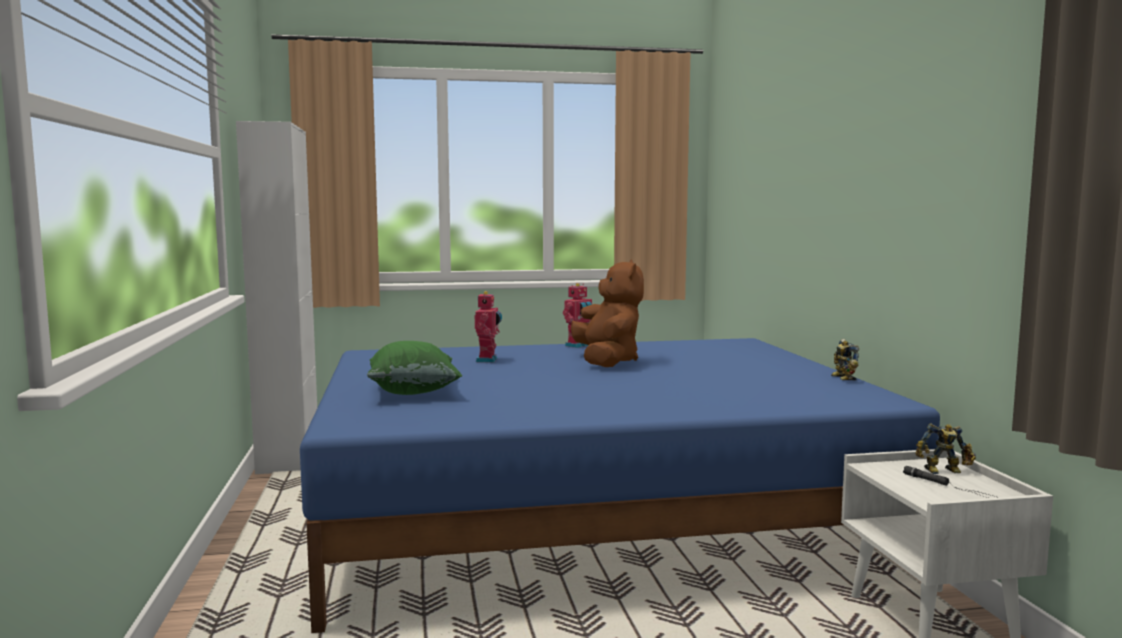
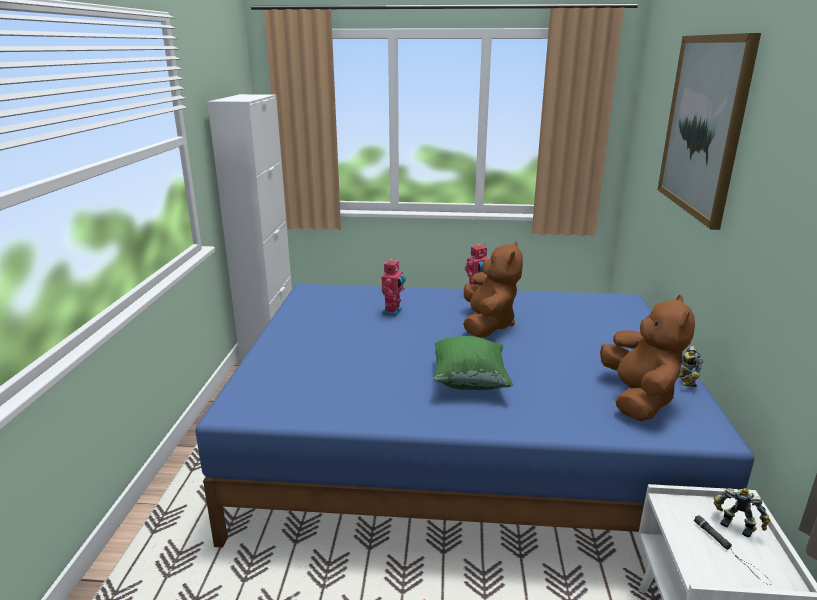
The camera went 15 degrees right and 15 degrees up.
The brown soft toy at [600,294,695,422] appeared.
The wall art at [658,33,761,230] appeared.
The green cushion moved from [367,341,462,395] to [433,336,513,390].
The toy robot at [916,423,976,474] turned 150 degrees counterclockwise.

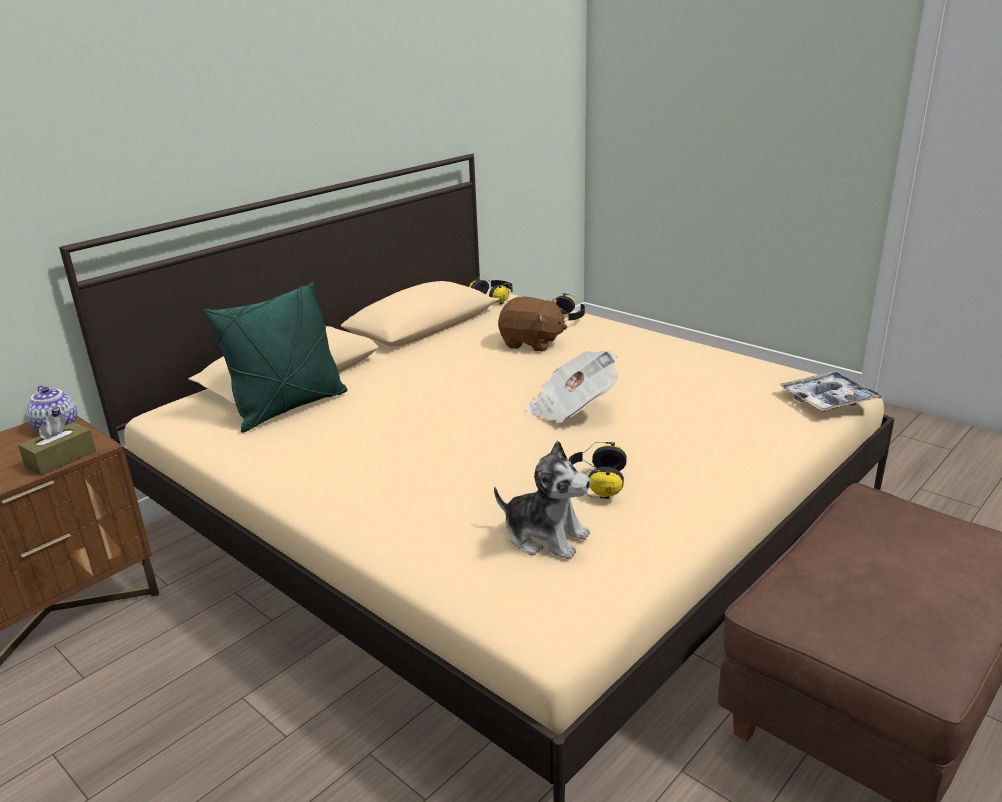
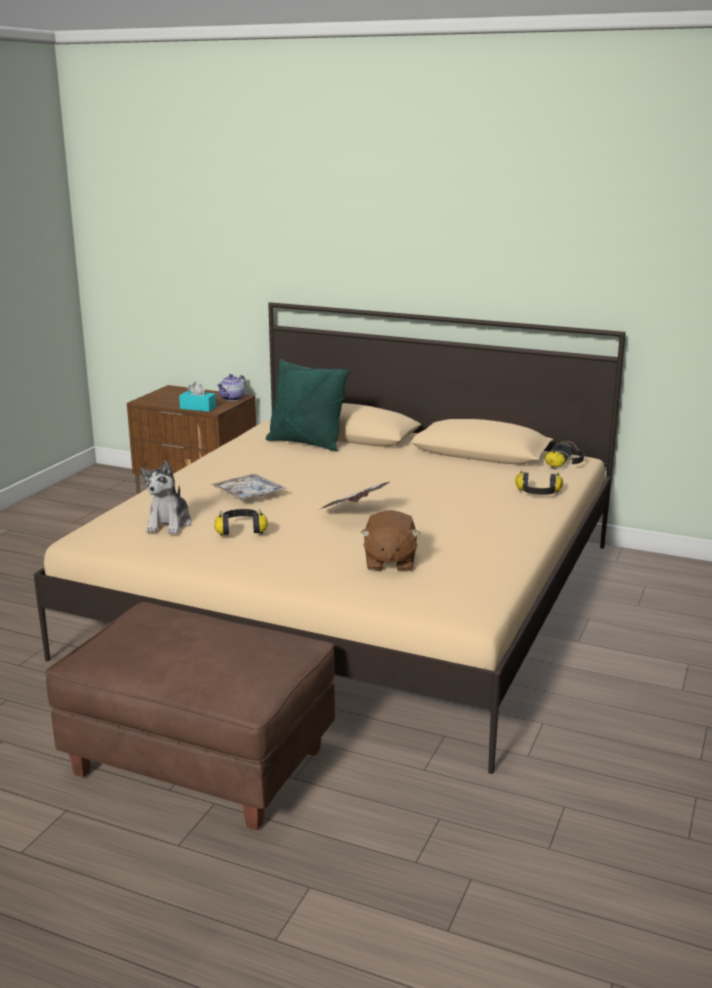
The camera went 70 degrees right and 5 degrees down.
The brown soft toy moved from [498,297,567,352] to [361,510,420,572].
The tray moved from [779,371,884,412] to [211,474,286,501].
The brown tissue holder at [18,415,96,476] became the blue-green tissue holder at [179,381,216,412].

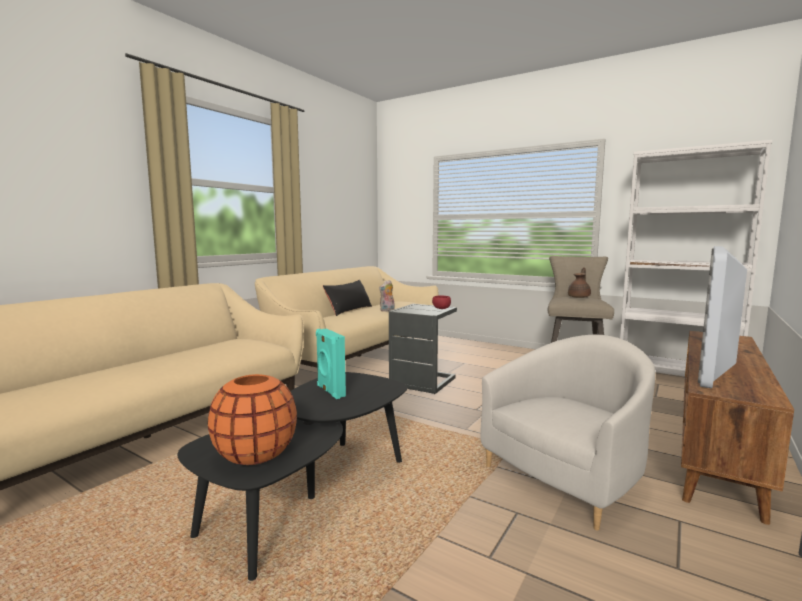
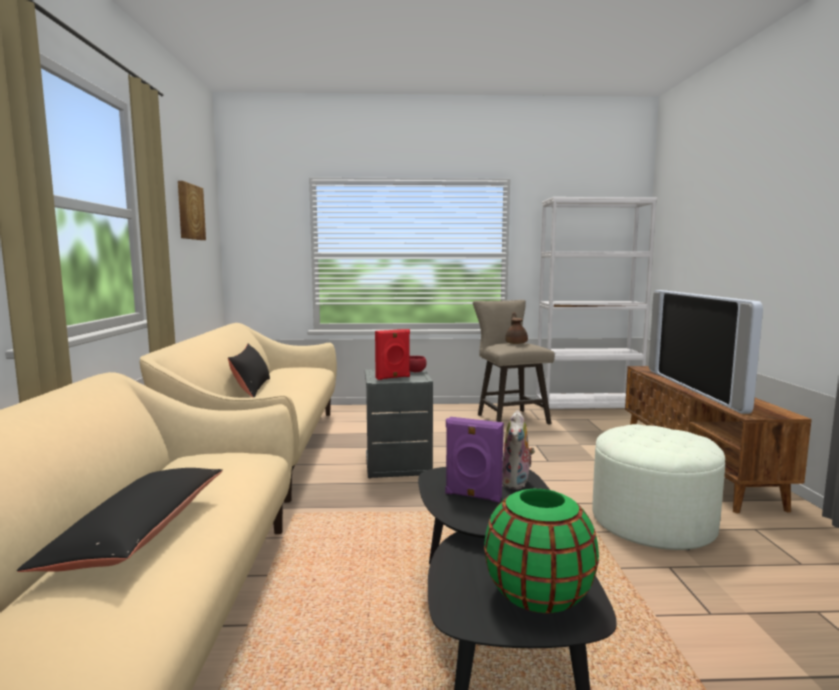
The camera went 35 degrees left and 0 degrees up.
The black cushion at [17,468,223,572] appeared.
The wall art at [178,181,206,240] appeared.
The red-coloured audio speaker at [375,329,410,380] appeared.
The soft toy moved from [379,280,394,312] to [502,410,535,490].
The whitish easy chair at [480,335,655,530] was replaced by the whitish ottoman at [592,424,725,550].
The orangey vase at [208,374,297,465] became the green vase at [484,489,599,613].
The blue-green audio speaker at [316,328,346,399] became the purple-coloured audio speaker at [445,417,504,502].

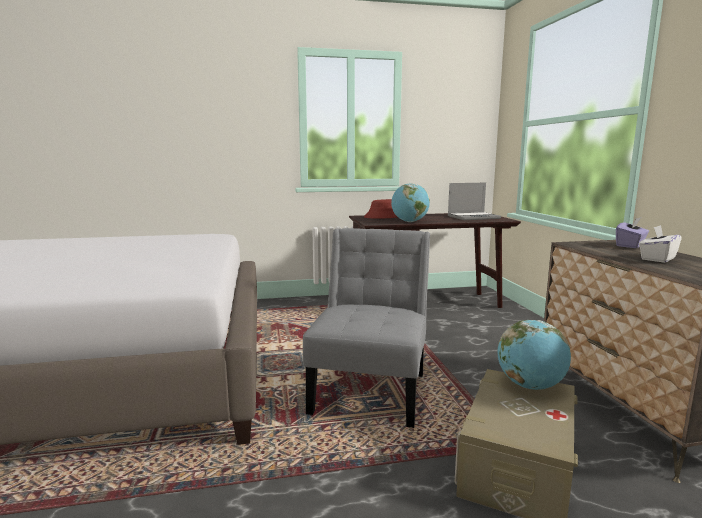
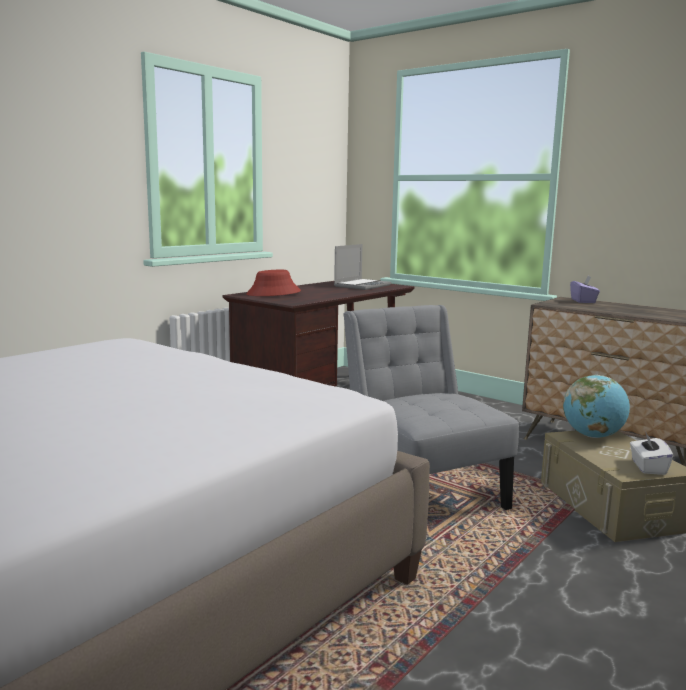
The camera went 40 degrees left and 0 degrees up.
The desk globe at [391,183,430,222] disappeared.
The whitish tissue holder moved from [639,225,682,263] to [630,431,673,475].

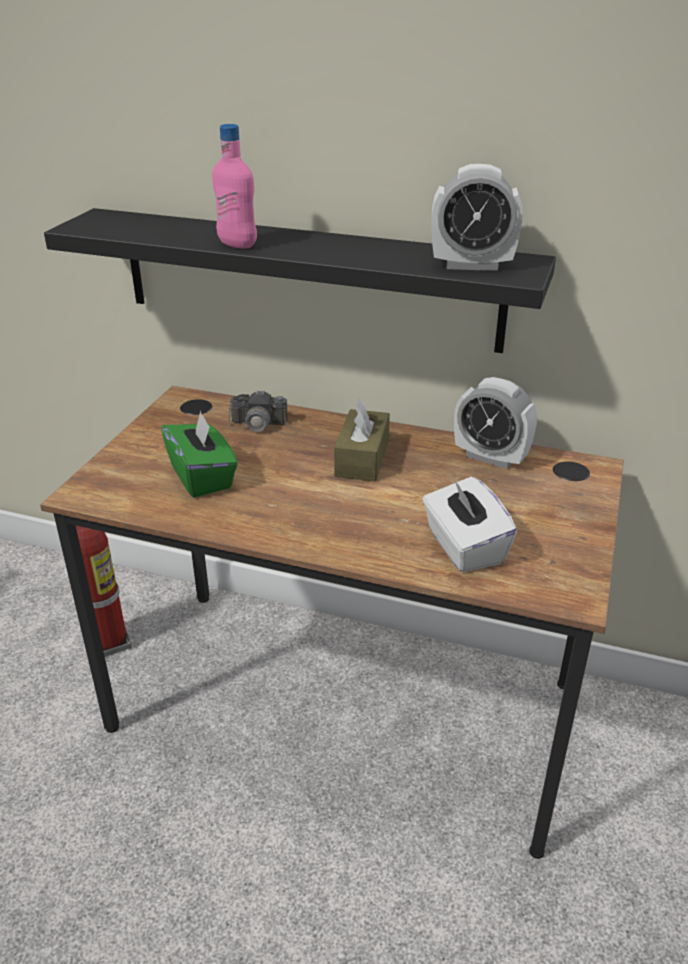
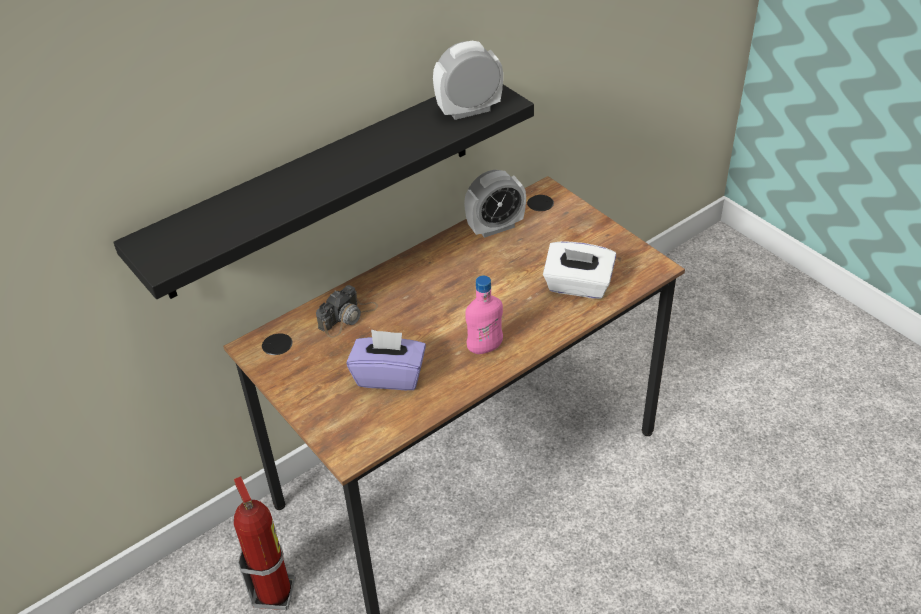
The camera went 55 degrees left and 10 degrees up.
The brown tissue holder at [334,398,390,481] disappeared.
The pinkish bottle moved from [212,124,257,249] to [465,276,503,354].
The green tissue holder at [161,411,238,498] became the purple-coloured tissue holder at [347,329,426,390].
The alarm clock at [431,164,522,271] turned 150 degrees counterclockwise.

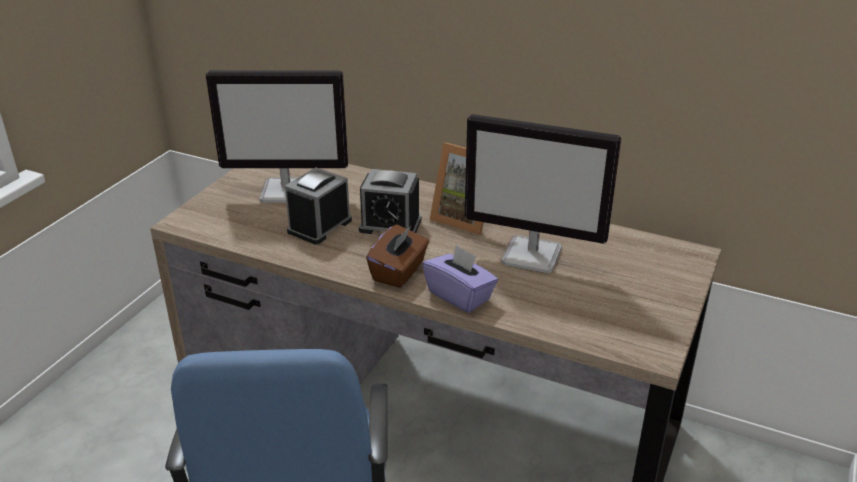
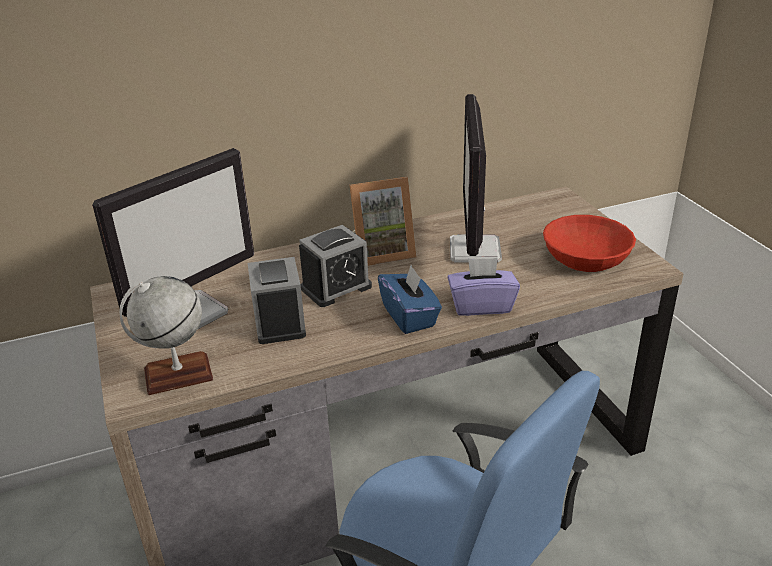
The camera went 45 degrees left and 0 degrees up.
The desk globe at [119,276,213,395] appeared.
The red-coloured bowl at [543,215,636,272] appeared.
The brown tissue holder at [366,224,429,288] became the bluish tissue holder at [378,265,442,334].
The computer screen at [465,114,621,273] turned 120 degrees clockwise.

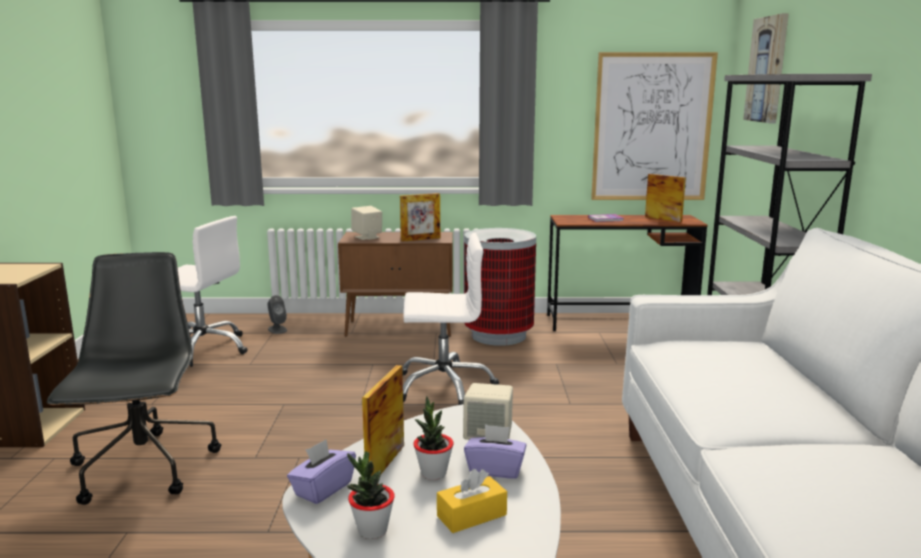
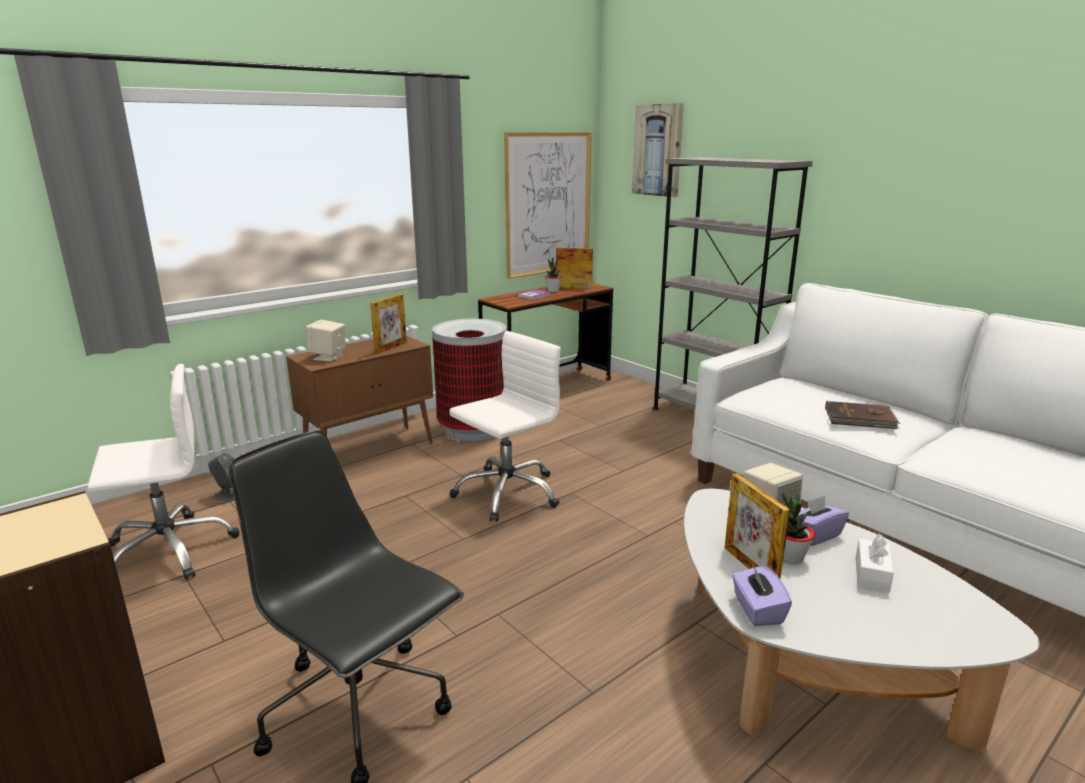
The camera went 40 degrees left and 5 degrees up.
The brown volume at [825,401,901,429] appeared.
The houseplant moved from [347,451,395,539] to [545,258,562,292].
The yellowish tissue holder at [437,469,507,533] became the whitish tissue holder at [856,534,894,593].

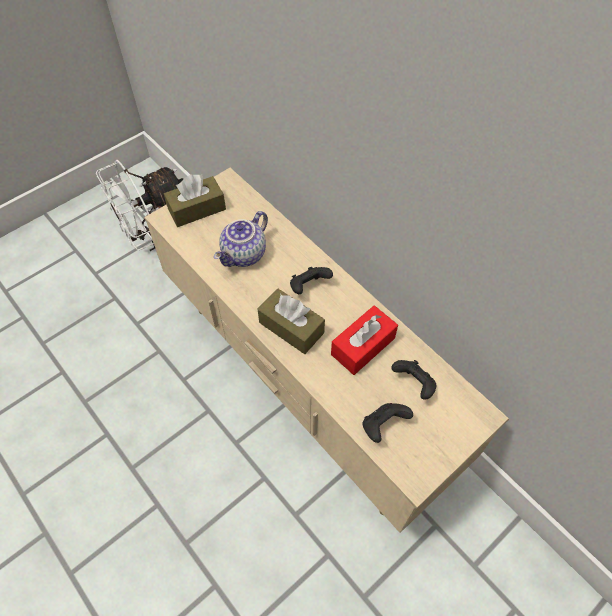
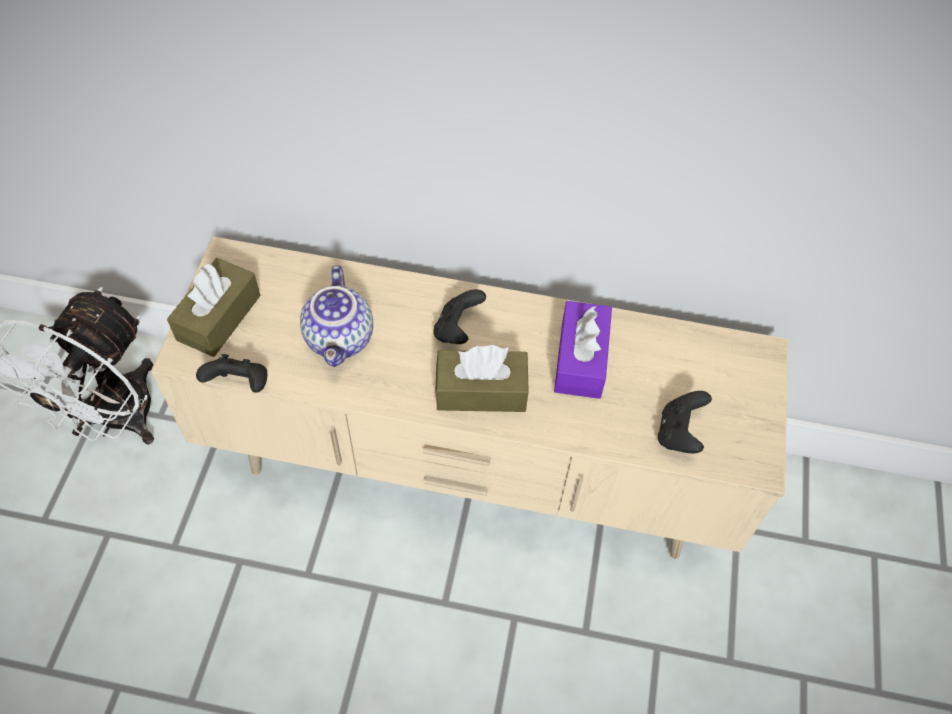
The camera went 40 degrees left and 0 degrees up.
The black gamepad moved from [391,360,436,400] to [196,354,267,393].
The red-coloured tissue holder at [331,306,398,375] became the purple-coloured tissue holder at [554,301,612,399].

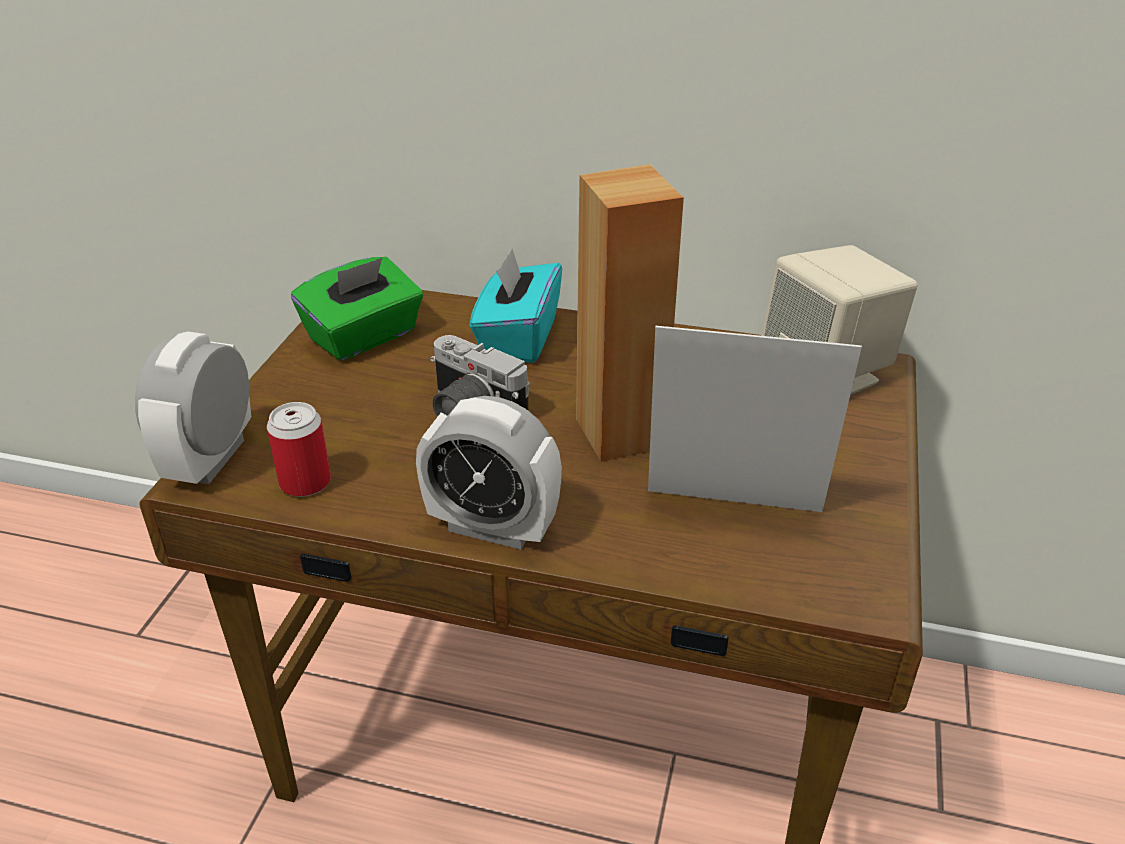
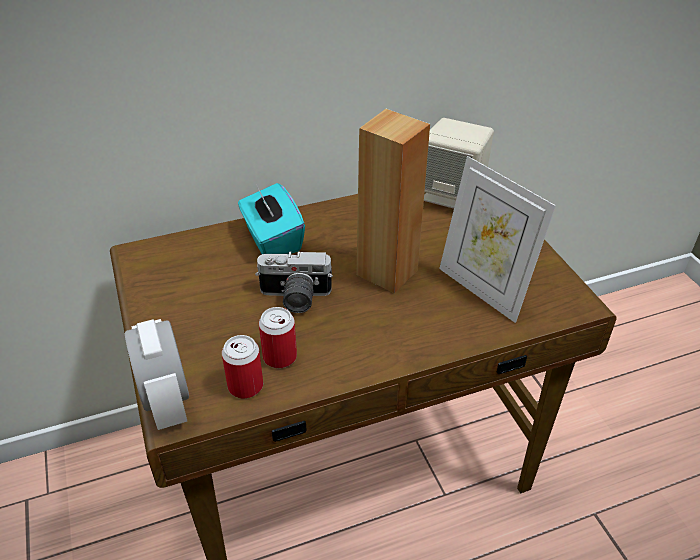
The camera went 35 degrees left and 5 degrees up.
The green tissue holder at [291,257,423,361] disappeared.
The alarm clock at [416,396,562,549] disappeared.
The can at [259,307,297,368] appeared.
The picture frame at [648,326,862,512] turned 105 degrees counterclockwise.

